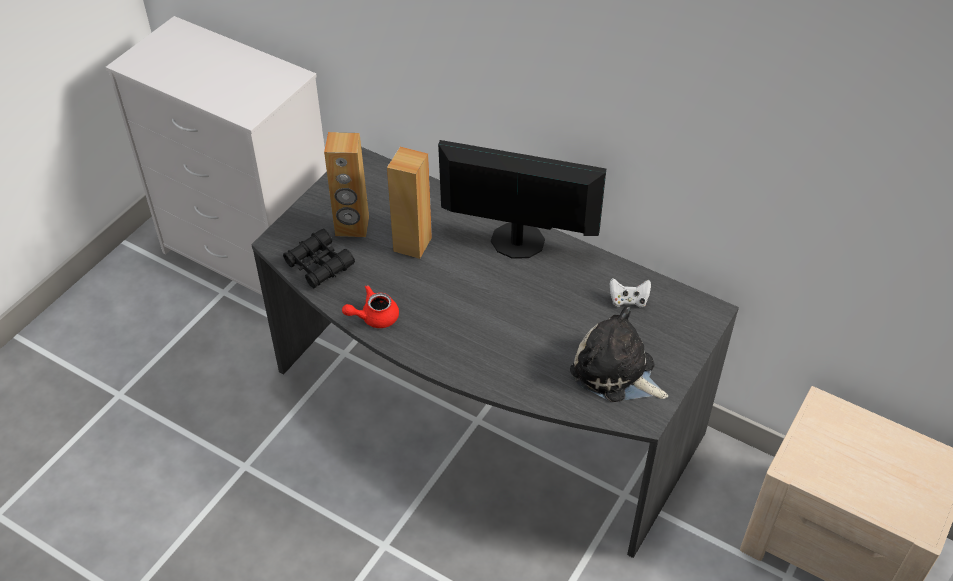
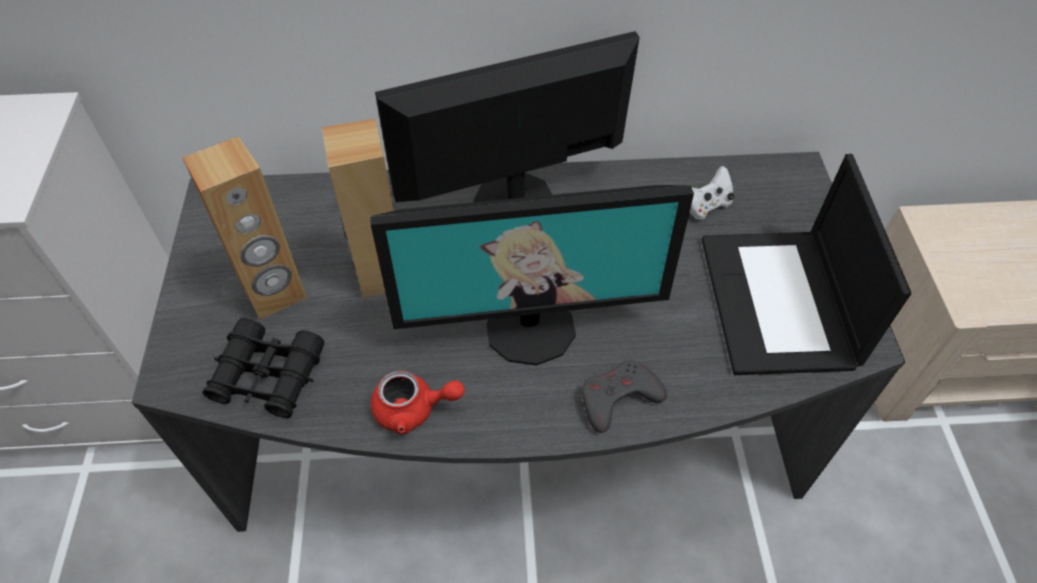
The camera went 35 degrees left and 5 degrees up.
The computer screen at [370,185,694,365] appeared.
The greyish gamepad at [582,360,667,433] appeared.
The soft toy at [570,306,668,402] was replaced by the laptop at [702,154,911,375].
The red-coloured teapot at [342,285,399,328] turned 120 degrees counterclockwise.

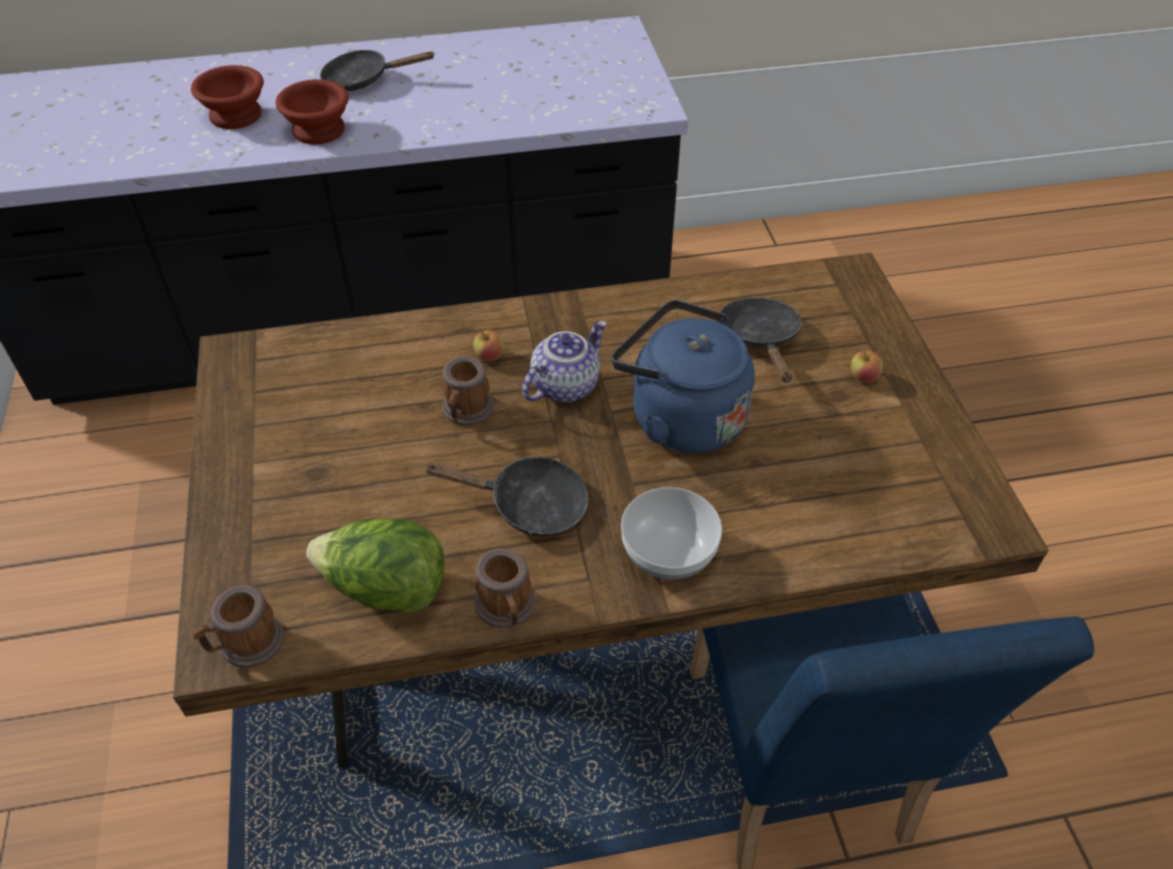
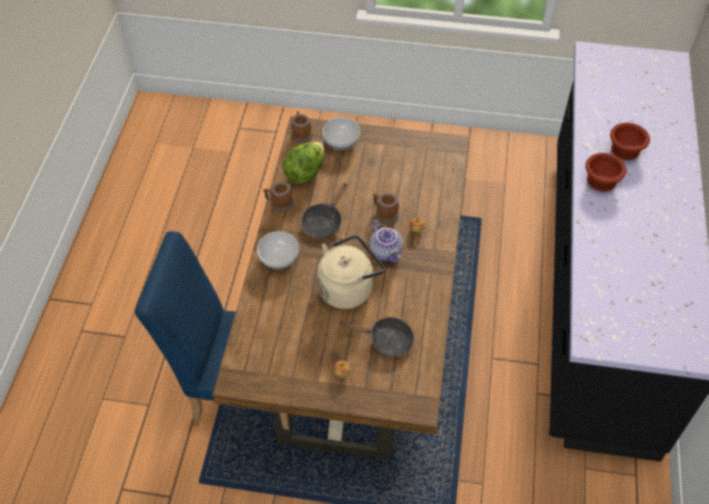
The camera went 110 degrees right and 5 degrees up.
The black skillet at [320,50,435,91] disappeared.
The bowl at [322,117,360,150] appeared.
The bluish water kettle at [612,300,755,454] became the beige-coloured water kettle at [317,235,385,309].

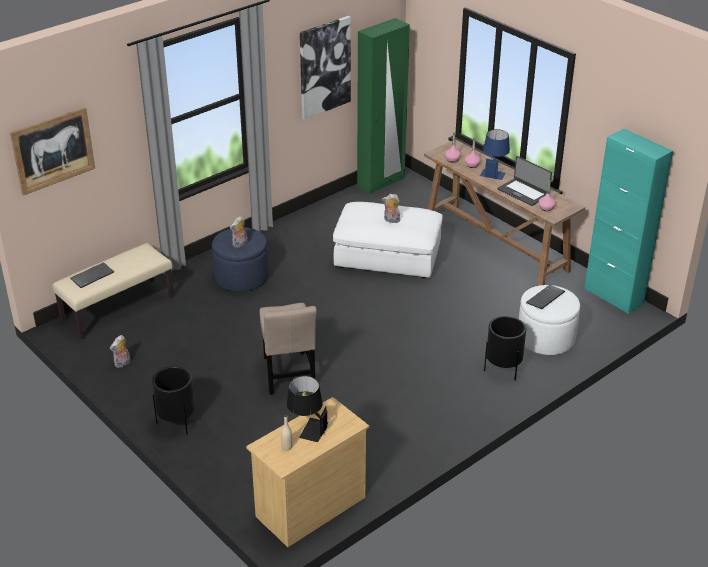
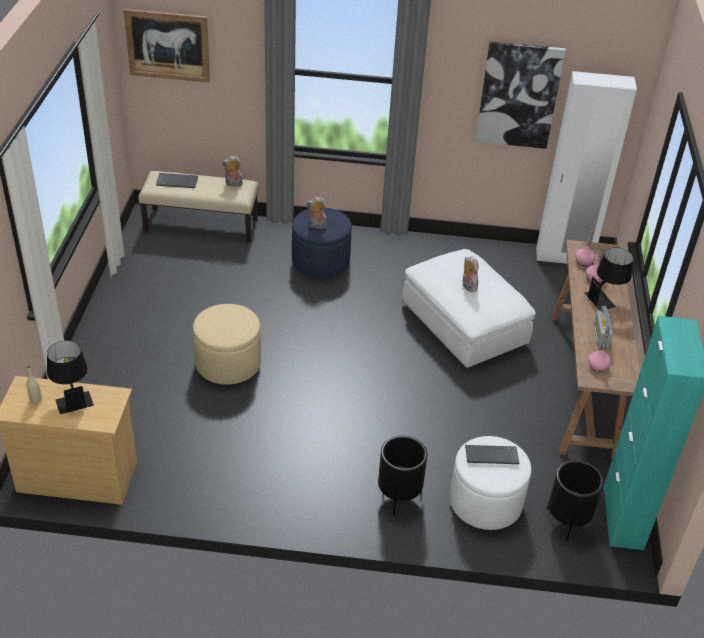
The camera went 45 degrees right and 5 degrees up.
The soft toy moved from [110,335,130,368] to [222,156,243,187].
The black flower pot moved from [152,366,195,434] to [547,460,604,542].
The beige-coloured chair at [260,303,317,395] was replaced by the beige-coloured ottoman at [193,304,261,385].
The laptop at [497,156,552,206] was replaced by the radio receiver at [594,306,612,348].
The green armoire at [357,18,410,194] became the whitish armoire at [536,71,637,264].
The bluish table lamp at [480,129,510,180] became the black table lamp at [585,247,633,311].

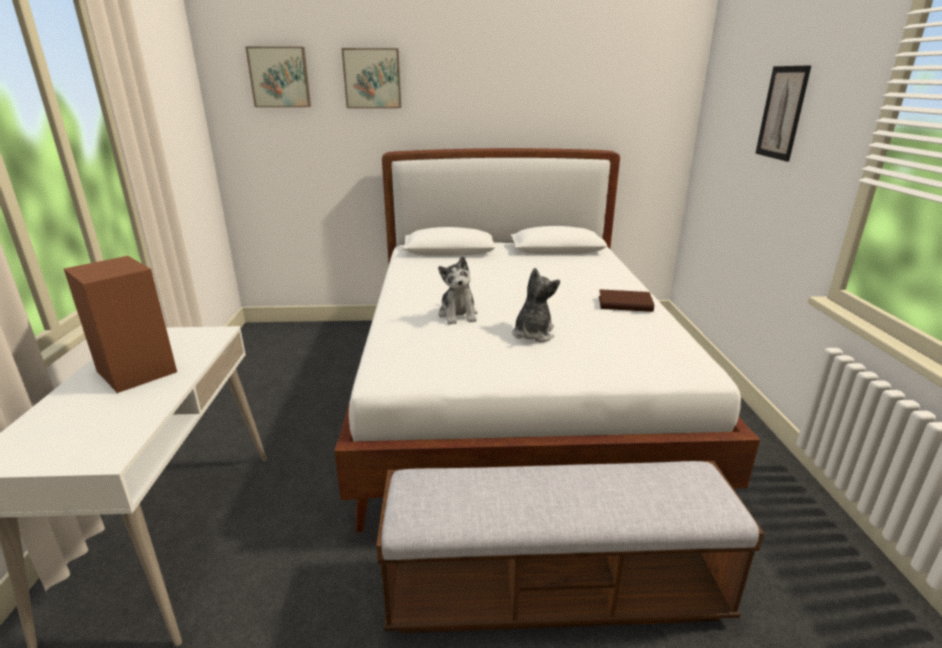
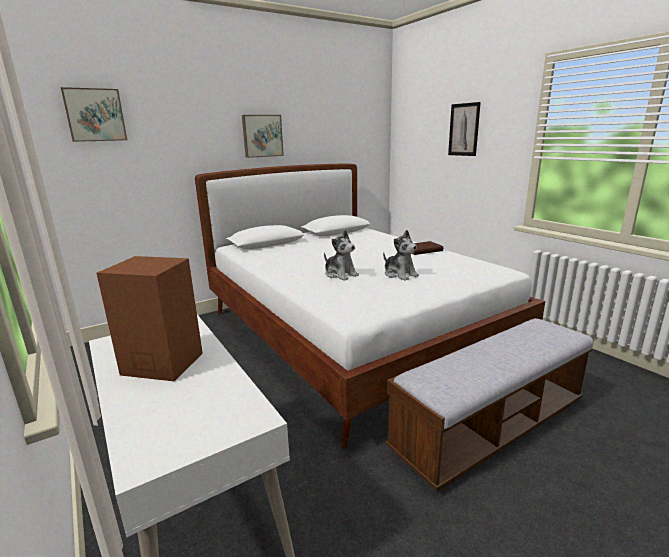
The camera went 30 degrees left and 5 degrees down.
The wall art moved from [341,48,401,108] to [242,115,284,158].
The soft toy at [512,268,560,343] turned 150 degrees clockwise.

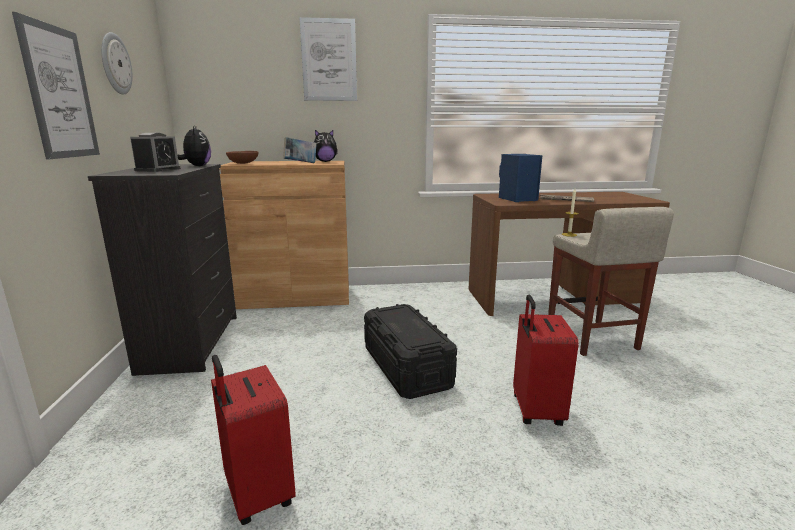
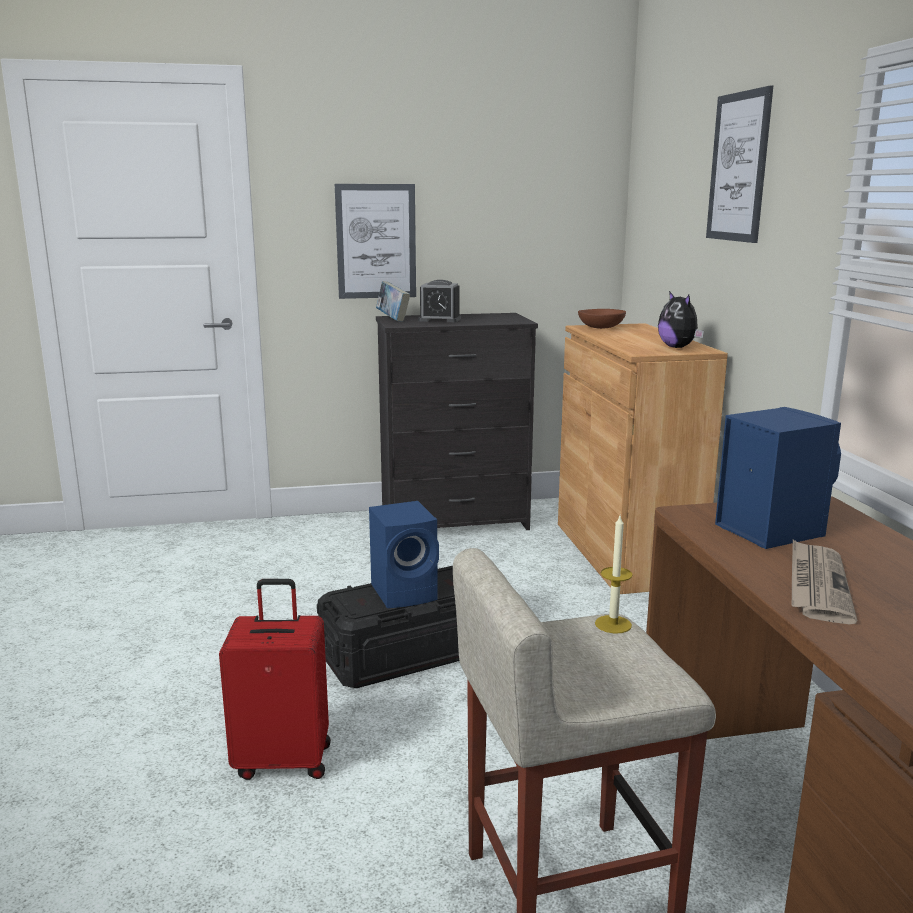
The camera went 85 degrees right and 0 degrees up.
The hanging clock at [101,32,133,95] disappeared.
The soft toy at [177,127,211,166] disappeared.
The red-coloured suitcase at [211,355,296,525] disappeared.
The bluish audio speaker at [369,501,439,608] appeared.
The volume moved from [283,137,317,163] to [376,281,410,322].

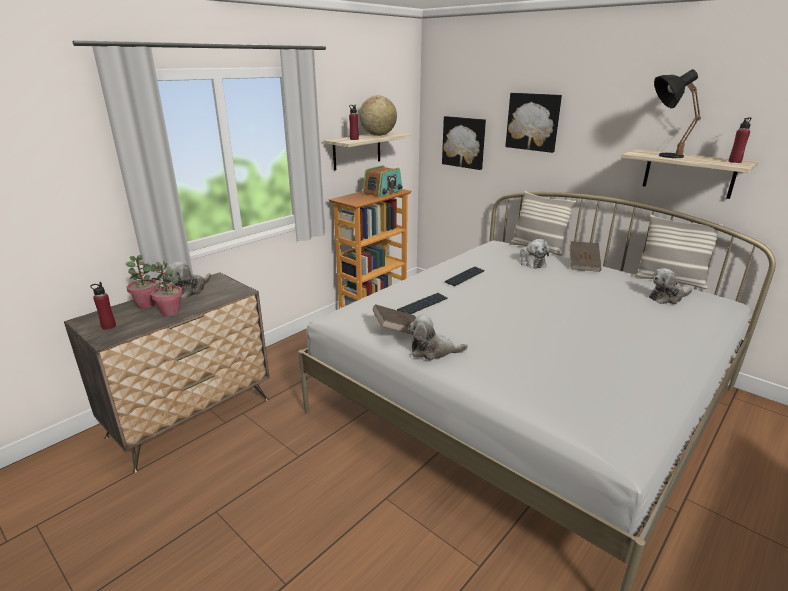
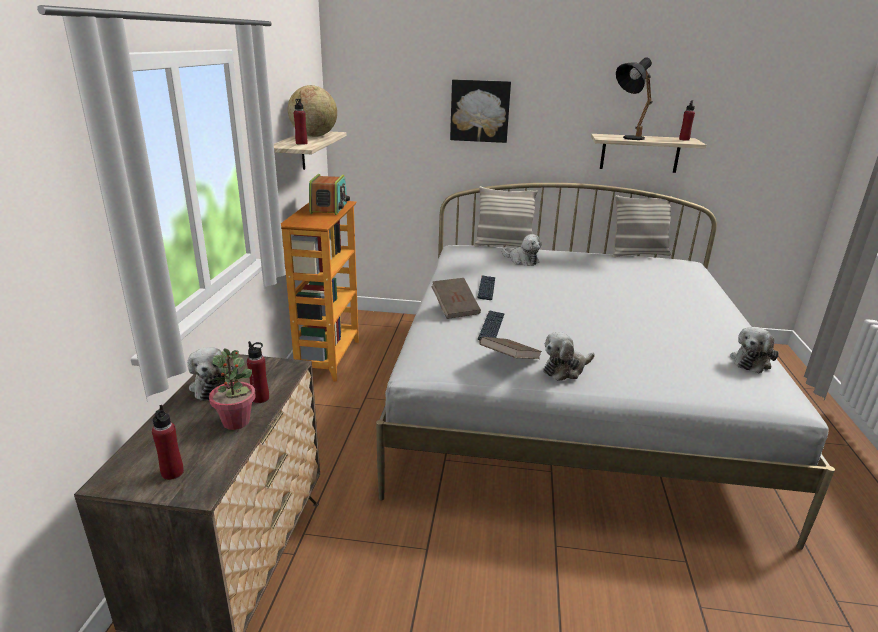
The camera went 35 degrees left and 0 degrees up.
The houseplant at [125,255,158,309] disappeared.
The wall art at [442,116,486,170] disappeared.
The red-coloured bottle at [247,341,269,403] appeared.
The brown volume moved from [570,241,601,272] to [431,278,481,319].
The soft toy moved from [649,268,692,304] to [730,327,779,374].

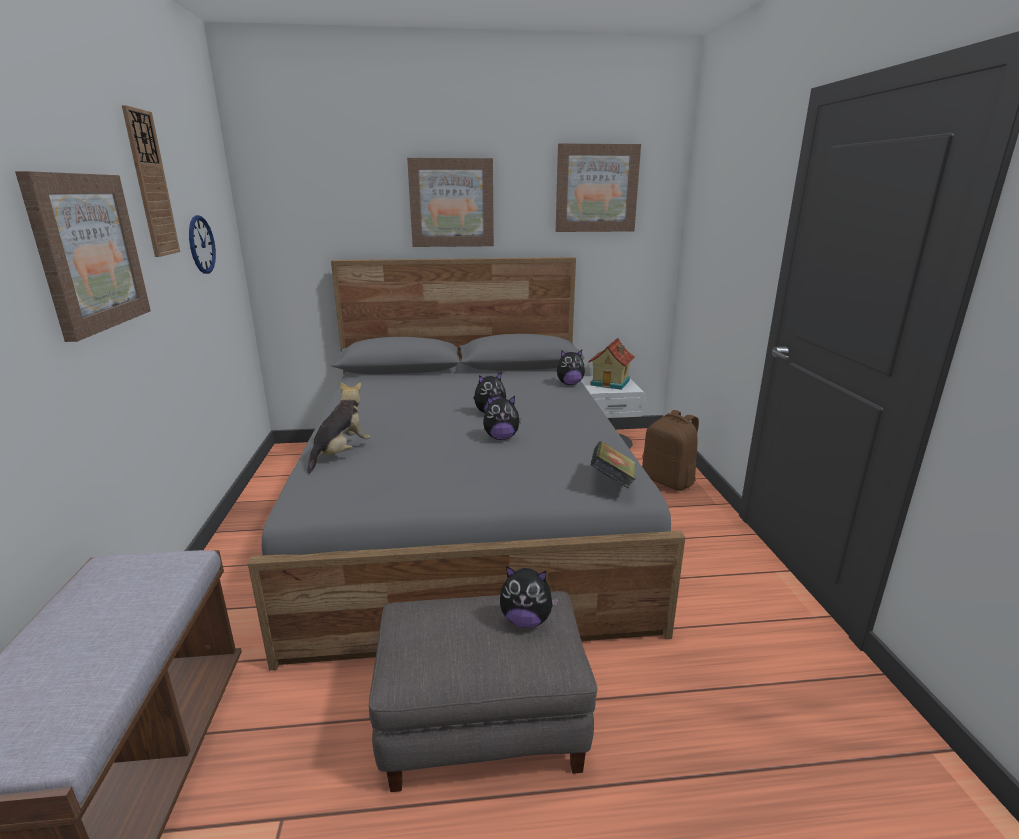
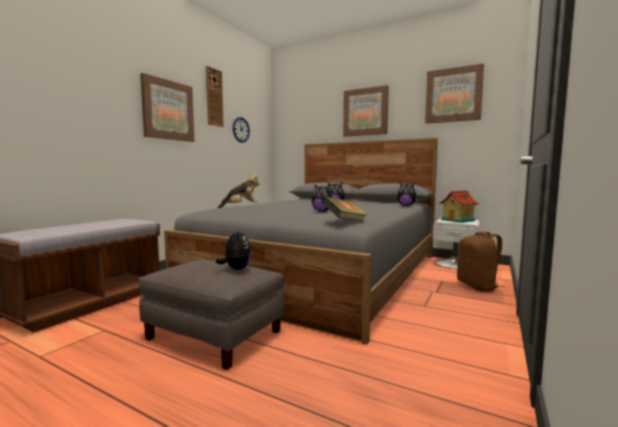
The camera went 35 degrees right and 15 degrees down.
The soft toy at [500,566,559,628] turned 150 degrees counterclockwise.

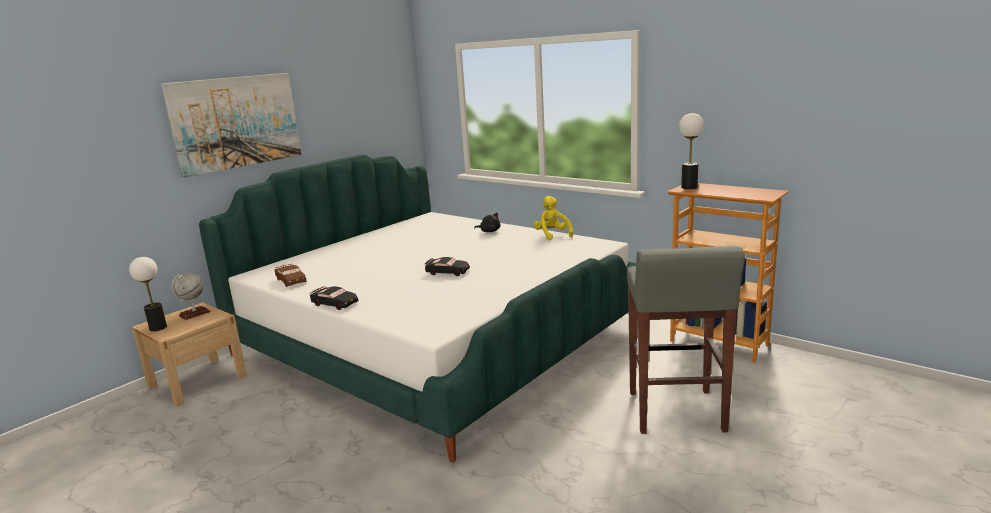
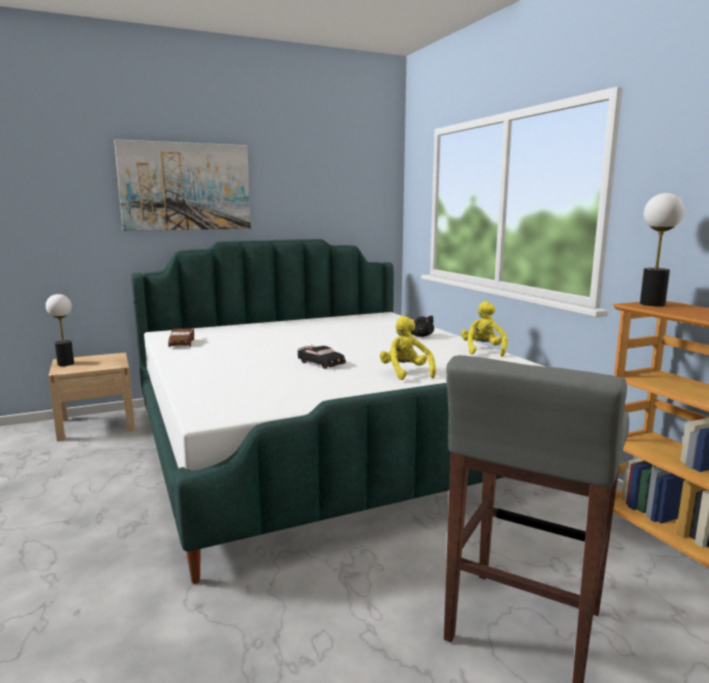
The camera went 25 degrees right and 5 degrees down.
The desk globe at [171,273,210,320] disappeared.
The black miniature car at [310,286,359,310] disappeared.
The yellowish soft toy at [380,316,436,380] appeared.

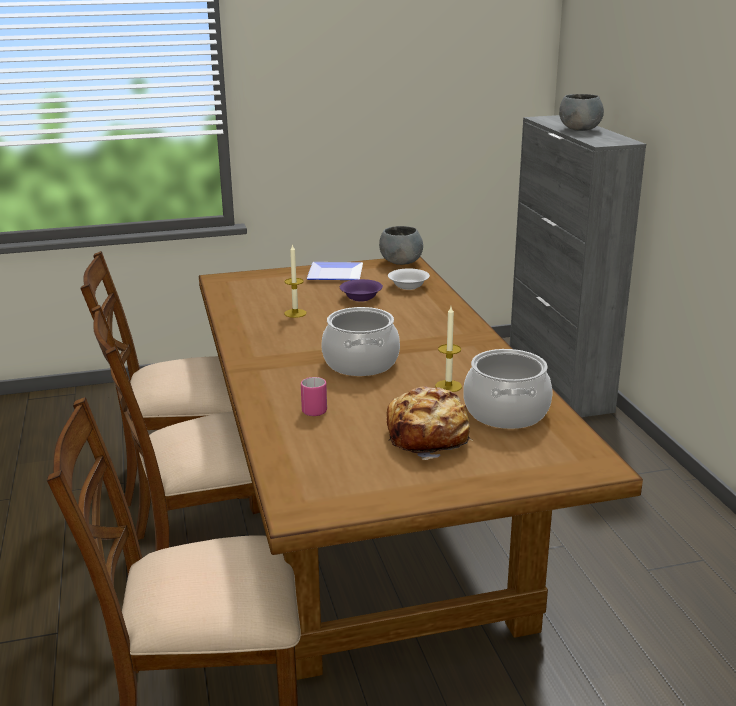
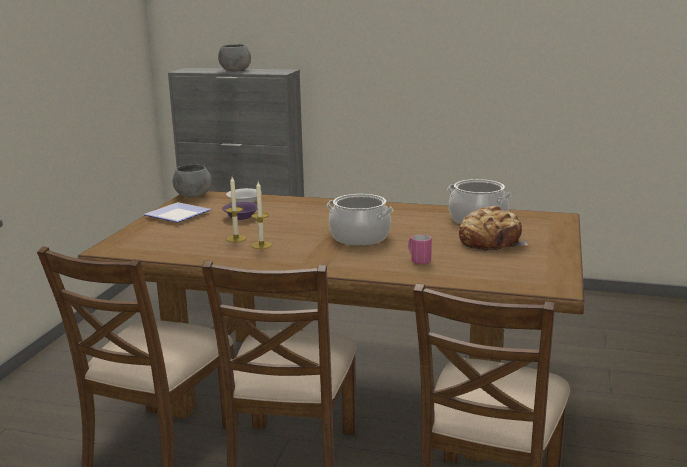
The camera went 60 degrees left and 5 degrees down.
The wax light moved from [435,306,462,392] to [251,182,272,249].

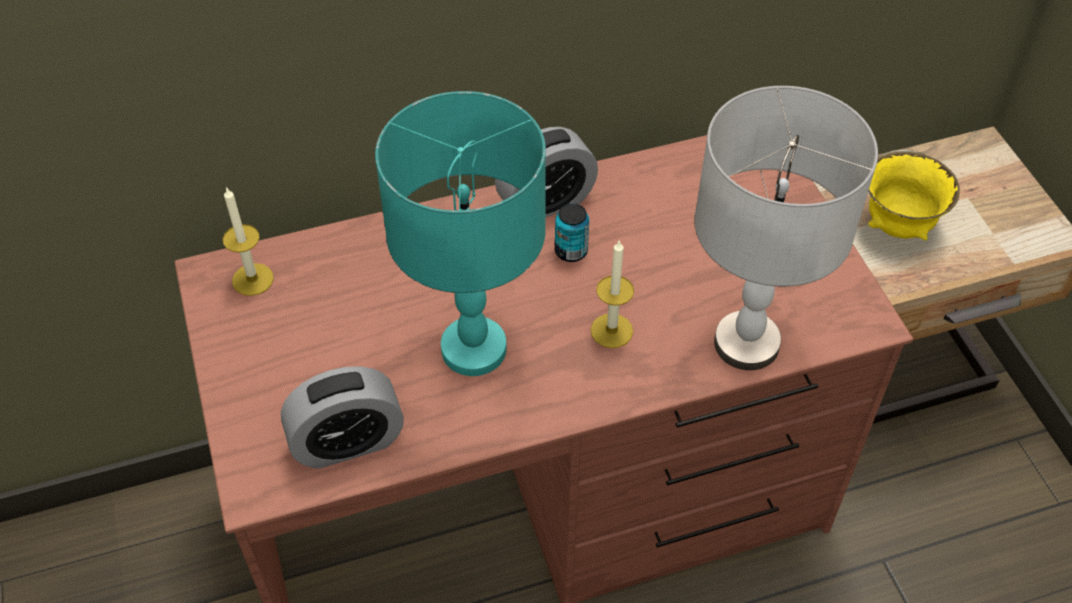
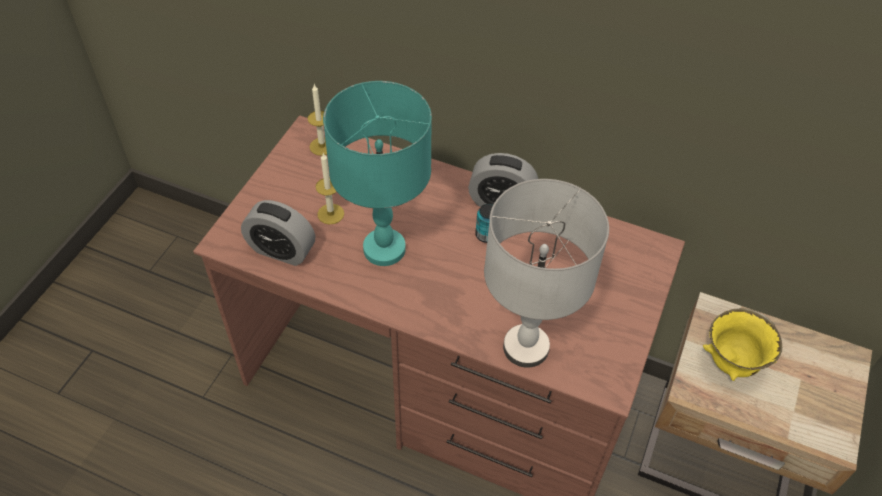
The camera went 40 degrees right and 0 degrees up.
The wax light moved from [591,240,634,348] to [316,153,344,225].

